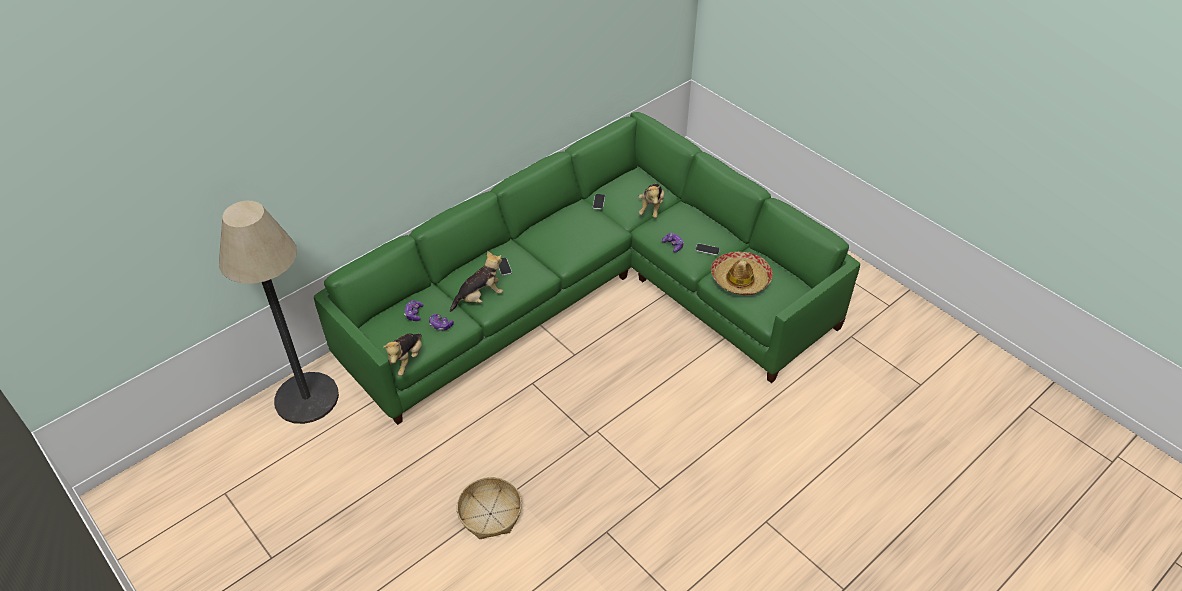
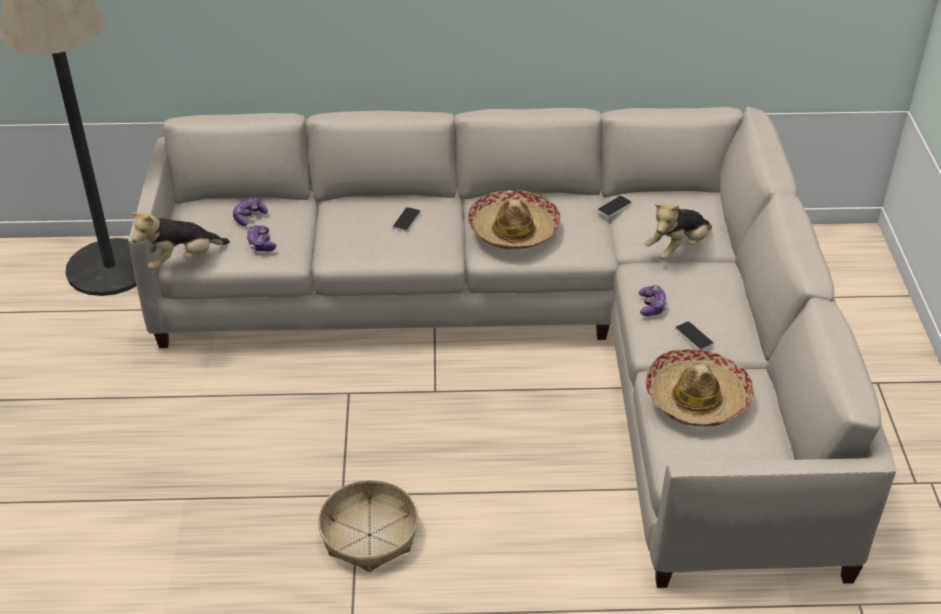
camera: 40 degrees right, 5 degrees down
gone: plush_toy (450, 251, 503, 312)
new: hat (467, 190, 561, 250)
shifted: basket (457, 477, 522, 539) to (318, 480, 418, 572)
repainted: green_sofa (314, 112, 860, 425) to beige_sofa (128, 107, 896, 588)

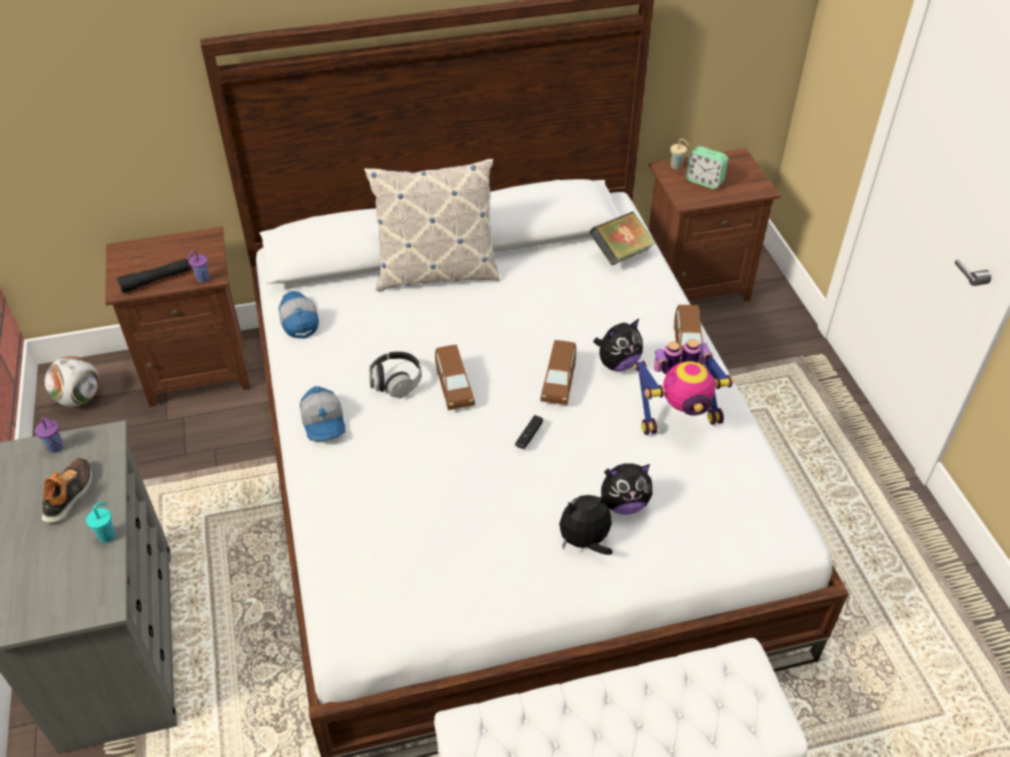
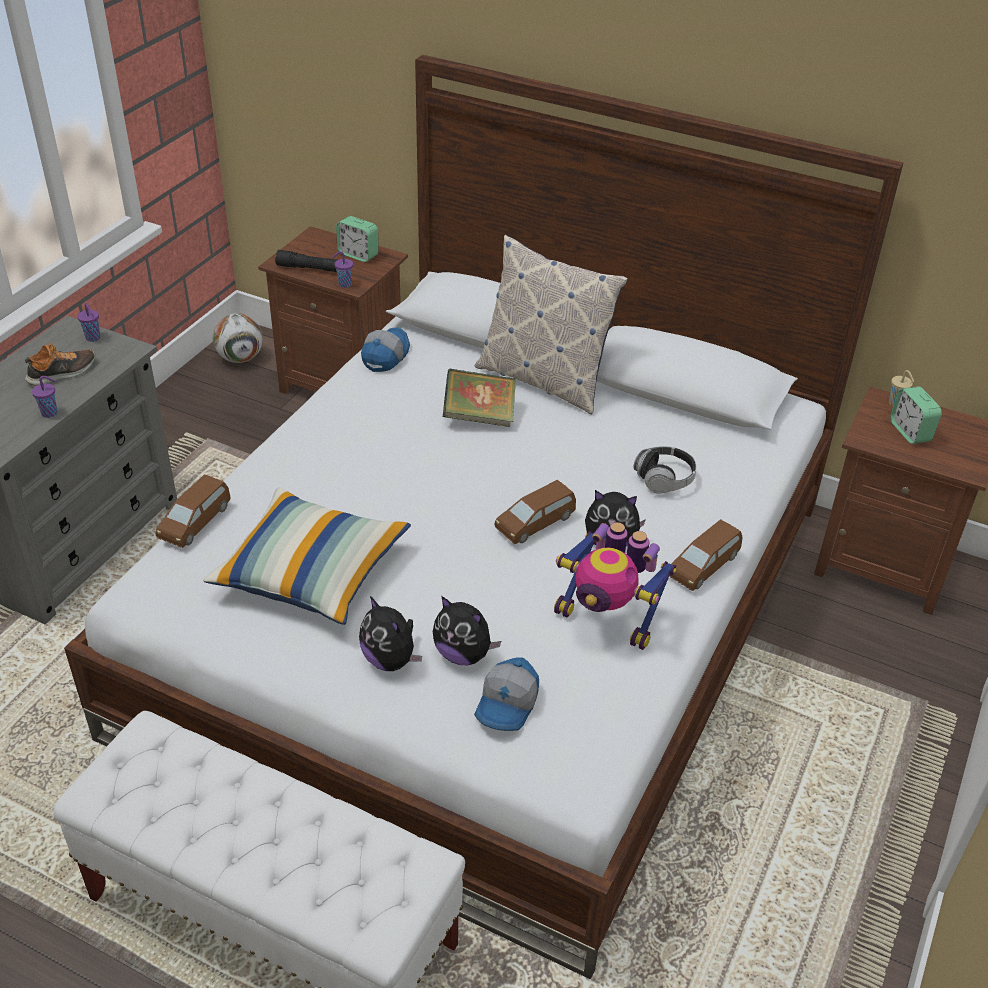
camera: 40 degrees right, 5 degrees down
gone: black_game_controller (515, 415, 543, 449)
new: pillow (203, 487, 411, 625); alarm_clock (336, 216, 379, 262)
shifted: cap (300, 386, 346, 441) to (474, 657, 539, 731); headphones (369, 351, 422, 398) to (633, 446, 696, 494); brown_toy_car (435, 344, 475, 410) to (156, 474, 231, 548); book (589, 211, 655, 265) to (443, 369, 516, 427)
repainted: turquoise_cup (86, 502, 116, 543) to purple_cup (32, 376, 57, 418)
rotated: plush_toy (559, 492, 613, 555) = (359, 596, 422, 671) 150 degrees counterclockwise

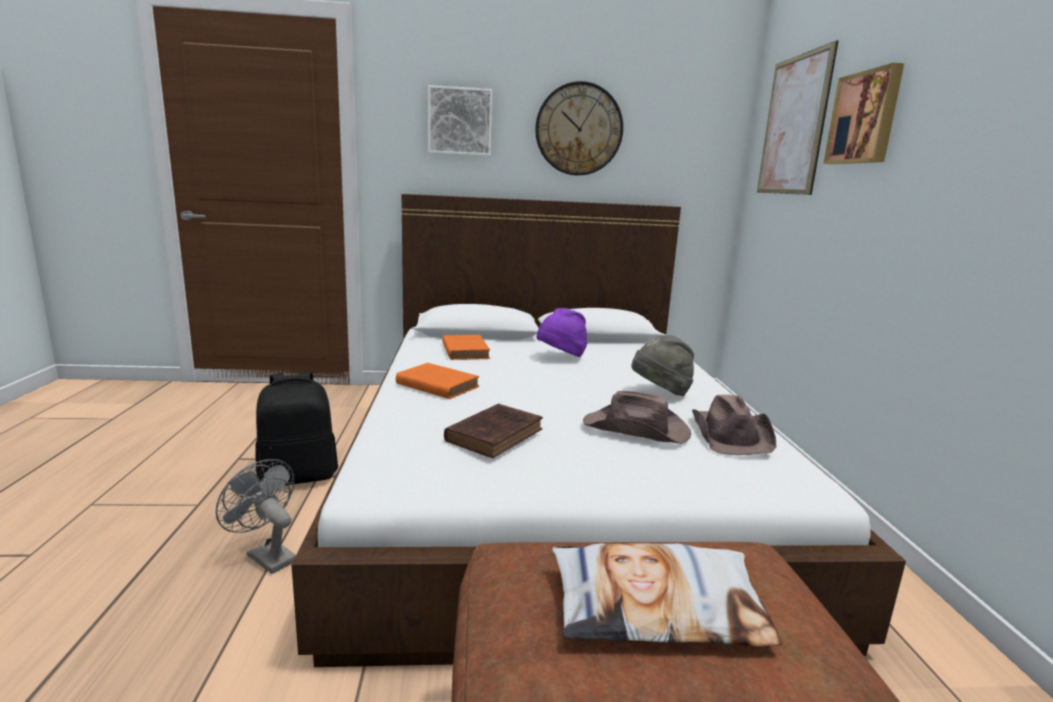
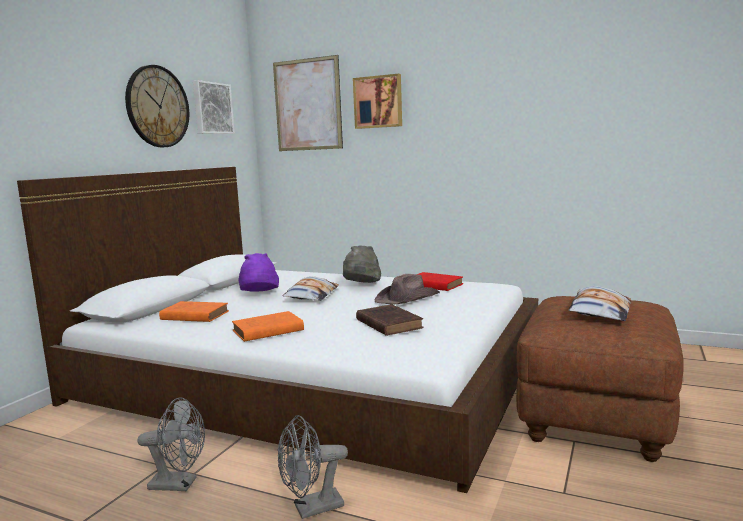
camera: 60 degrees left, 5 degrees down
new: pillow (282, 277, 339, 301)
shifted: picture (428, 85, 493, 156) to (193, 80, 235, 134)
swapped: black_backpack (255, 372, 338, 485) to grey_fan (137, 397, 205, 491); brown_hat (692, 395, 776, 455) to red_book (418, 272, 463, 291)

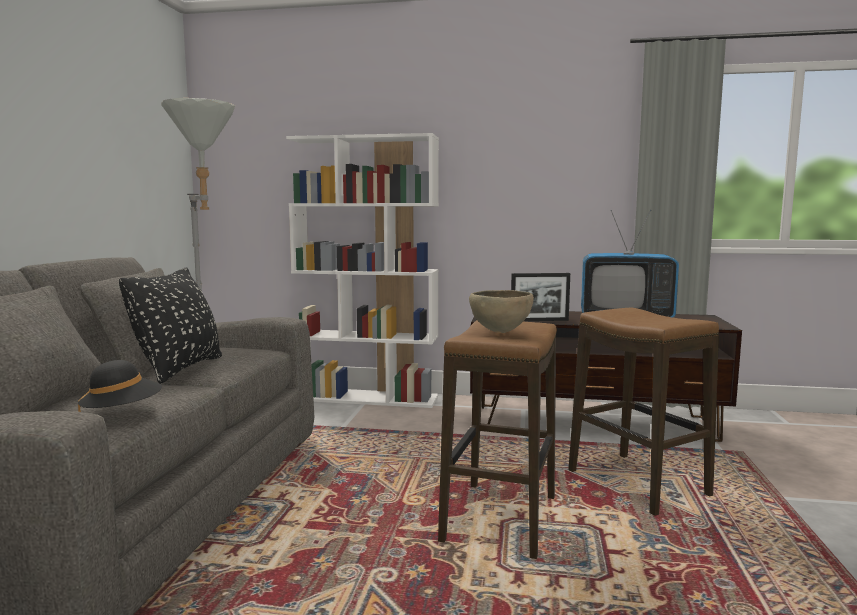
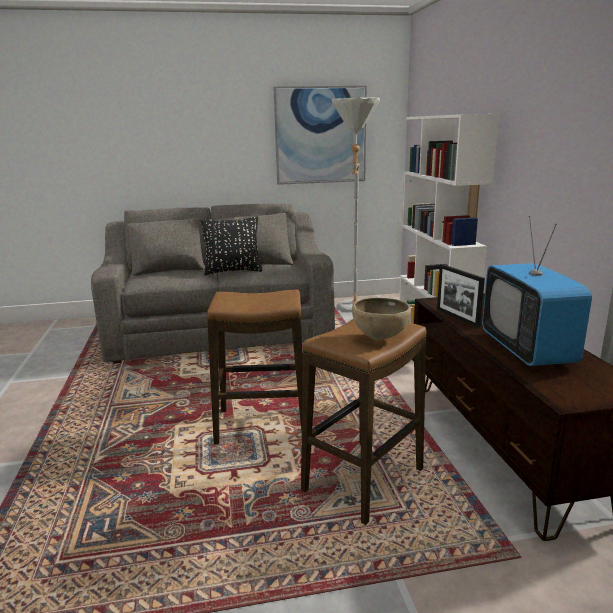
camera: 70 degrees right, 10 degrees up
gone: black_hat (78, 360, 162, 412)
new: picture (273, 86, 367, 185)
shifted: brown_bowl (469, 290, 534, 333) to (352, 298, 411, 340)

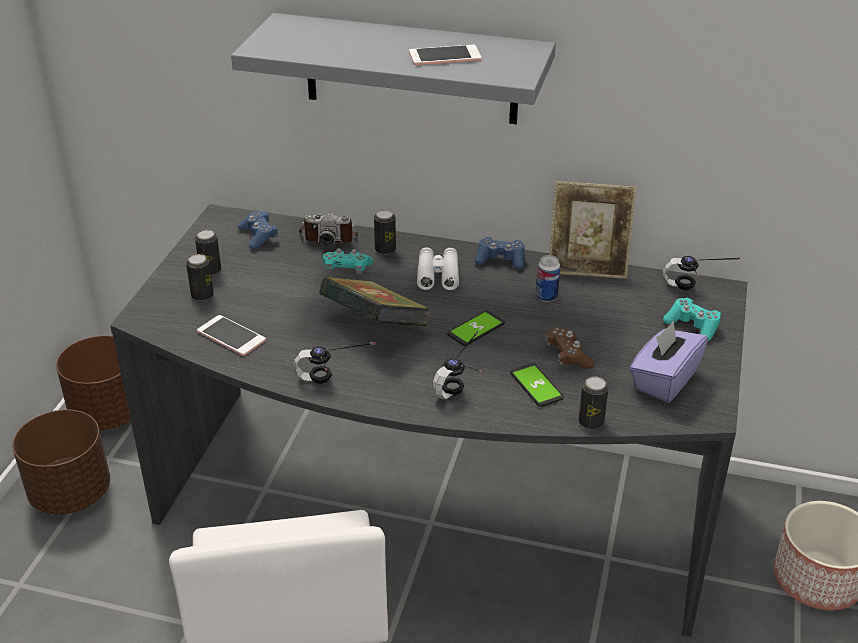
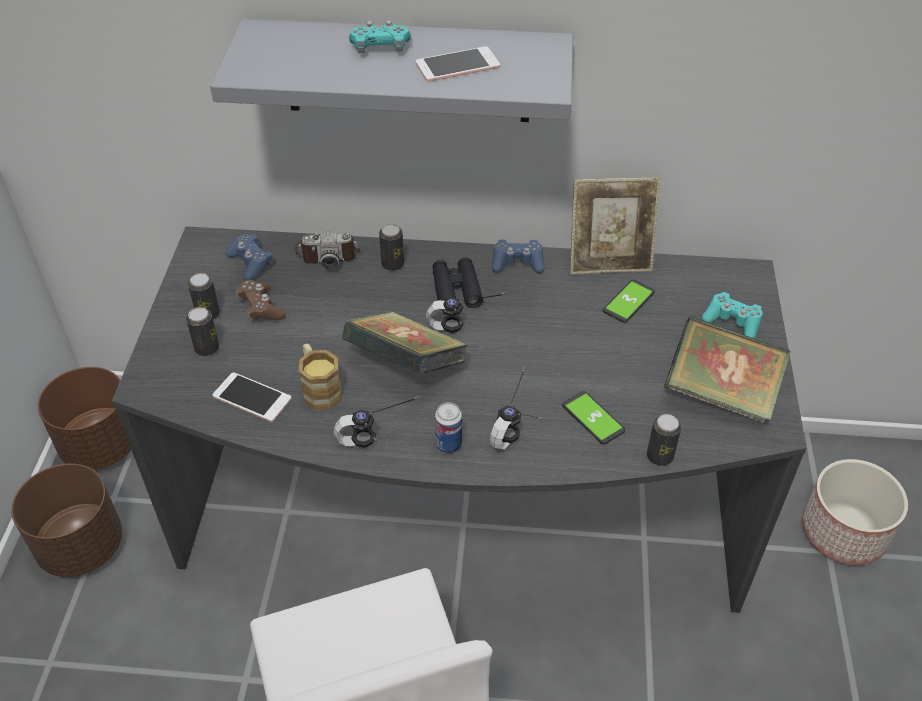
camera: 10 degrees left, 10 degrees up
new: mug (299, 343, 342, 410)
shifted: turquoise_game_controller (323, 248, 373, 274) to (349, 20, 411, 53); phone (447, 311, 505, 346) to (603, 280, 655, 323); can (536, 255, 560, 302) to (435, 402, 462, 454); brown_game_controller (545, 327, 595, 369) to (235, 280, 286, 321); headphones (663, 256, 740, 290) to (426, 293, 507, 333)
swapped: purple_tissue_box (630, 321, 708, 403) to book (664, 316, 791, 423)
repainted: white_binoculars (417, 247, 459, 290) to black_binoculars (432, 258, 483, 308)

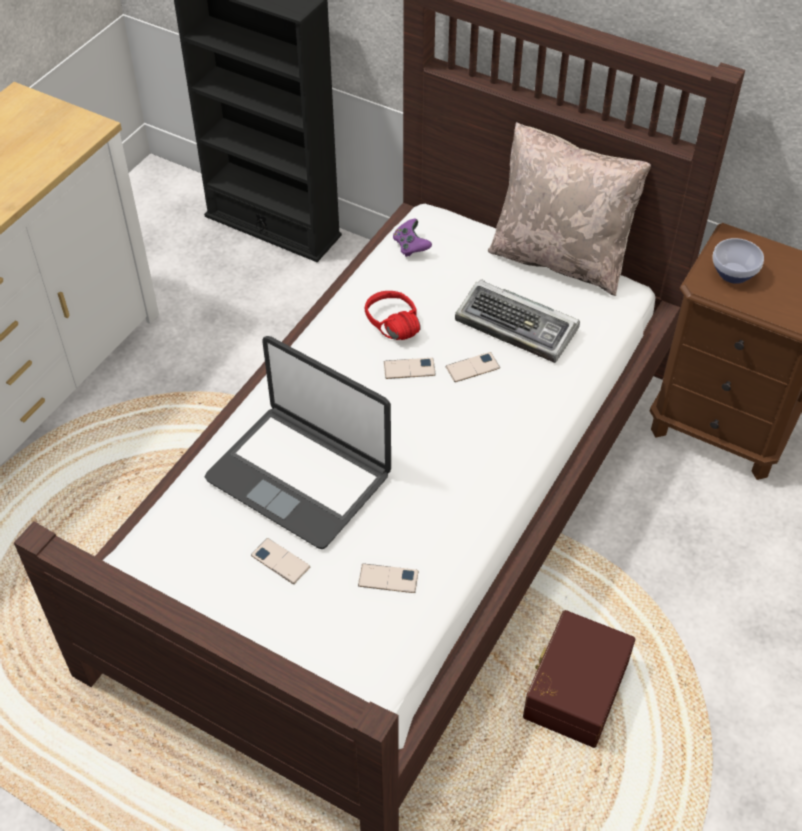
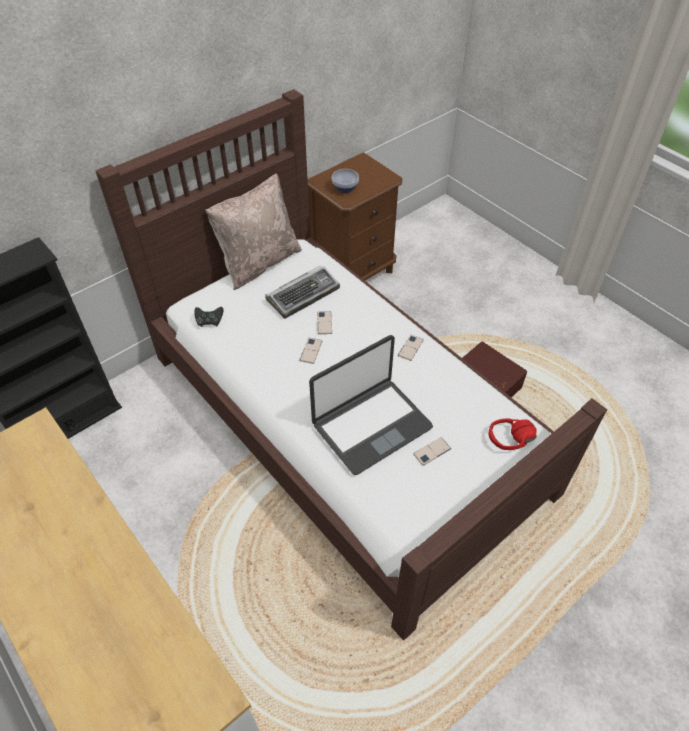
camera: 70 degrees left, 0 degrees up
shifted: phone (358, 564, 419, 593) to (398, 335, 424, 361); red_headphones (365, 291, 421, 340) to (488, 419, 537, 450)
repainted: purple_game_controller (393, 219, 432, 257) to black_game_controller (194, 307, 224, 327)

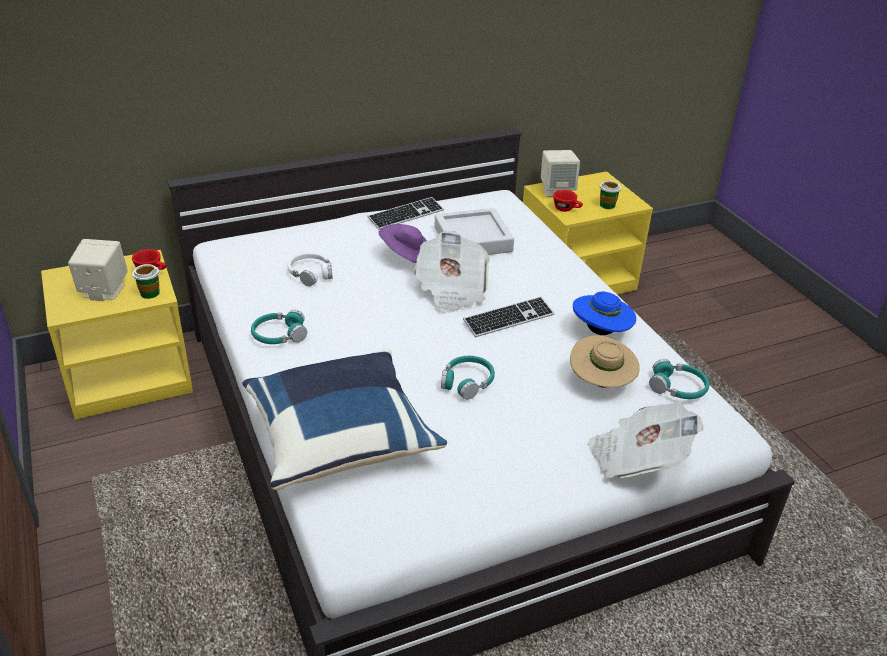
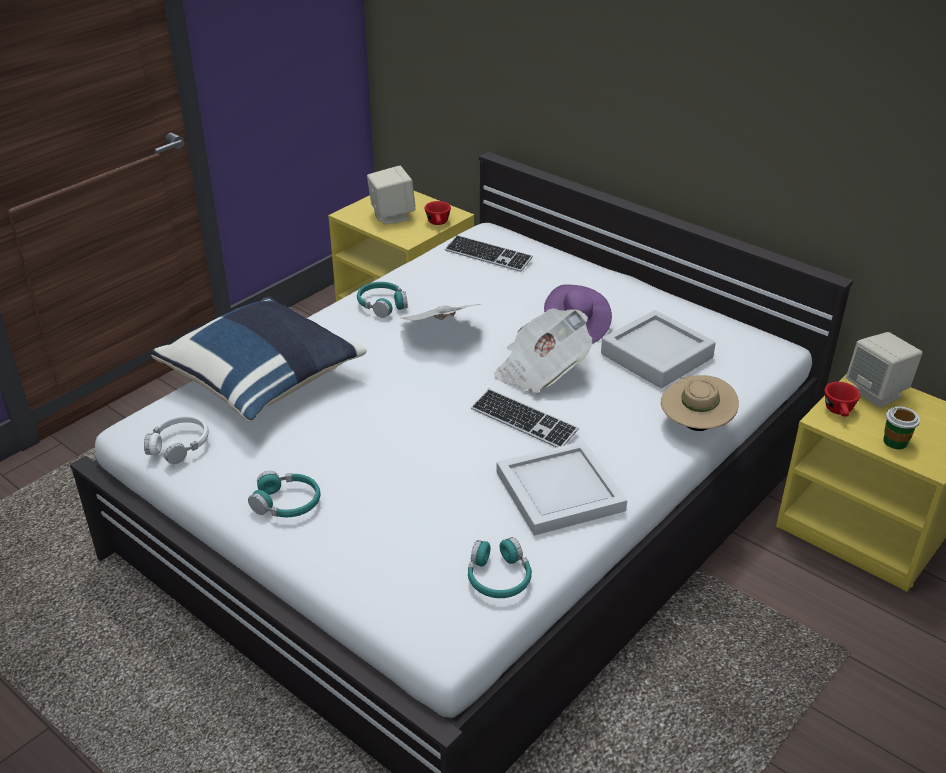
camera: 65 degrees right, 0 degrees up
gone: cup (132, 264, 160, 299)
shifted: white_headphones (288, 253, 332, 286) to (144, 415, 209, 464); keyboard (367, 197, 444, 230) to (445, 235, 533, 272); turquoise_headphones (441, 356, 495, 400) to (248, 471, 320, 517); beige_hat (570, 335, 640, 388) to (661, 375, 739, 431); newspaper (588, 402, 703, 479) to (401, 304, 482, 320)
swapped: blue_hat (573, 292, 636, 335) to white_tray (496, 441, 627, 536)

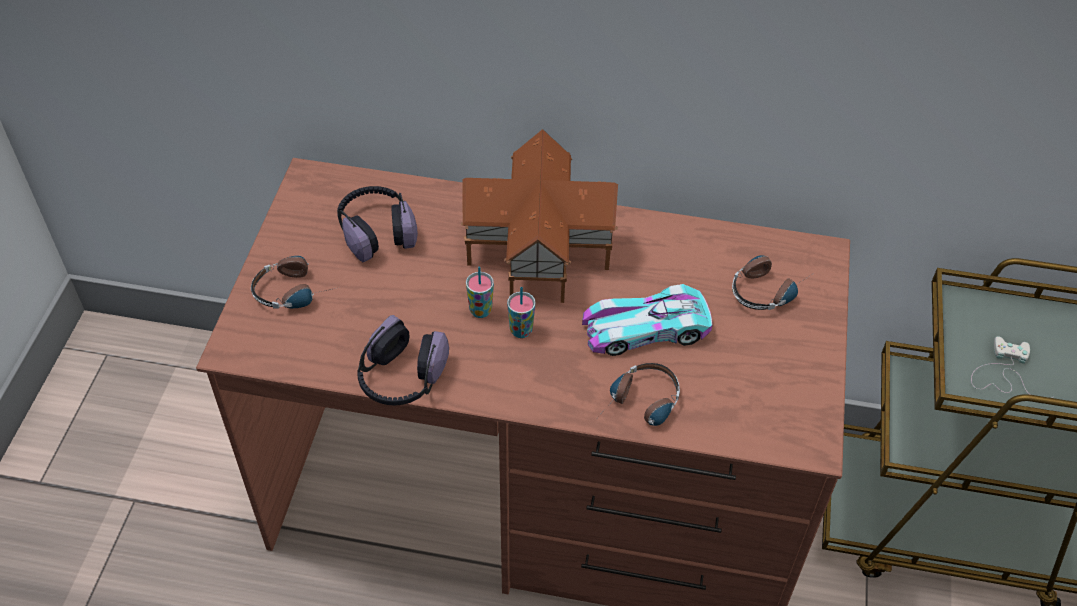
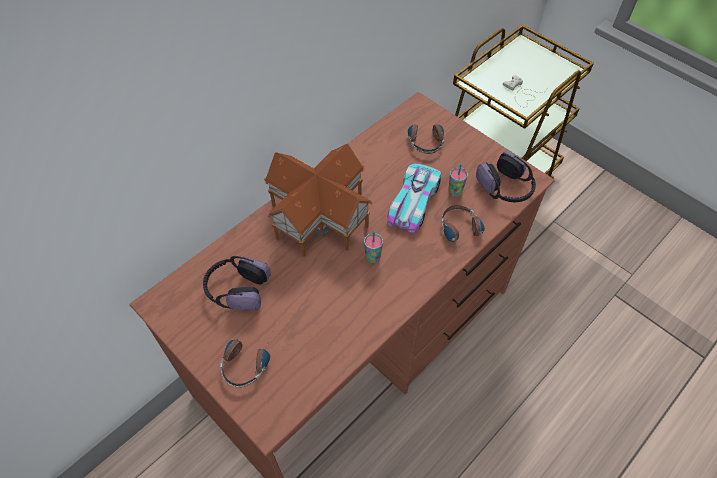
camera: 55 degrees left, 5 degrees up
shifted: headphones (357, 315, 449, 405) to (476, 150, 536, 202); cup (466, 266, 494, 318) to (448, 164, 468, 196)

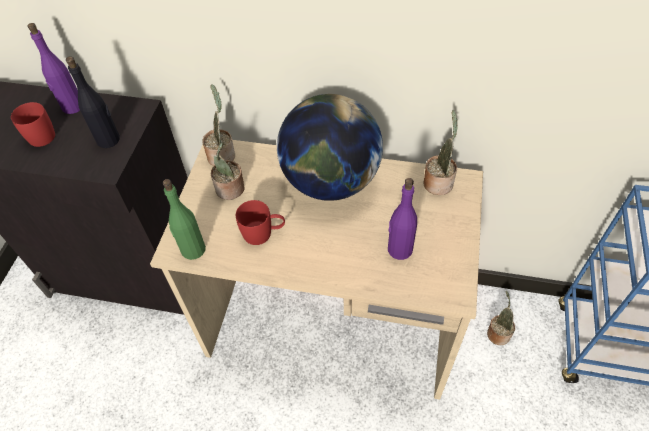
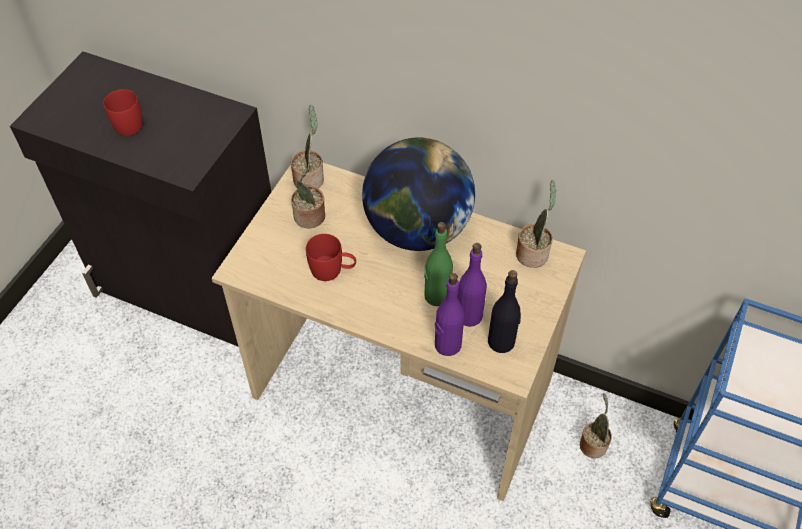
camera: 10 degrees right, 0 degrees up
shifted: purple_bottle (27, 23, 80, 114) to (435, 273, 464, 356); black_bottle (66, 56, 120, 148) to (488, 270, 521, 353); green_bottle (163, 179, 206, 260) to (424, 222, 453, 306)

